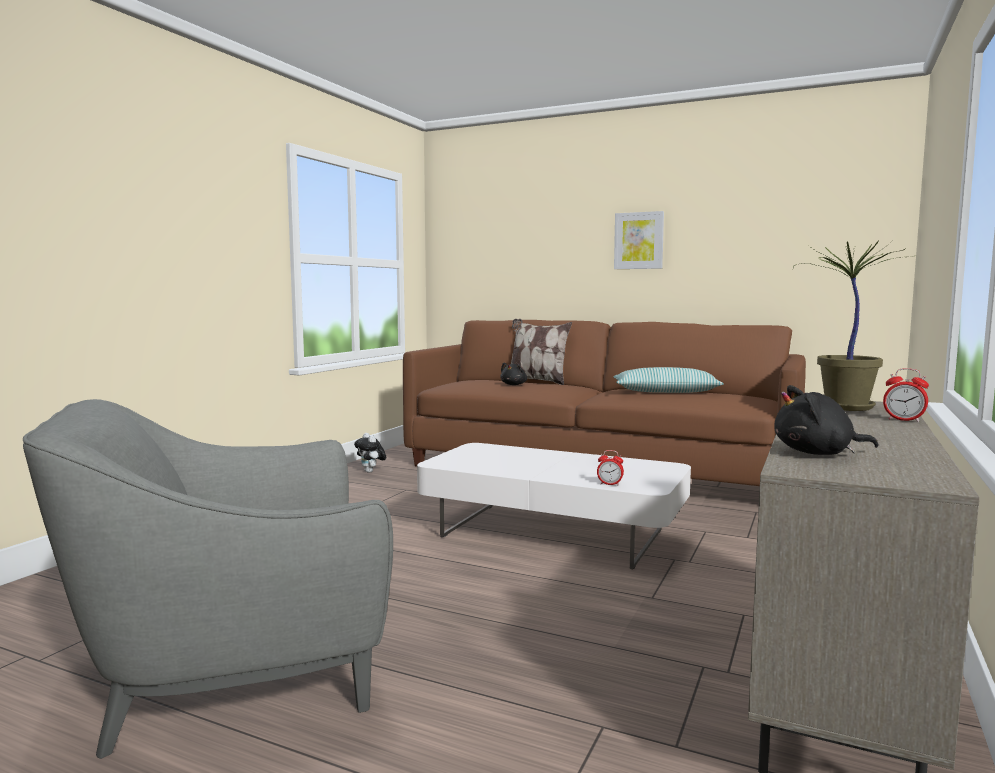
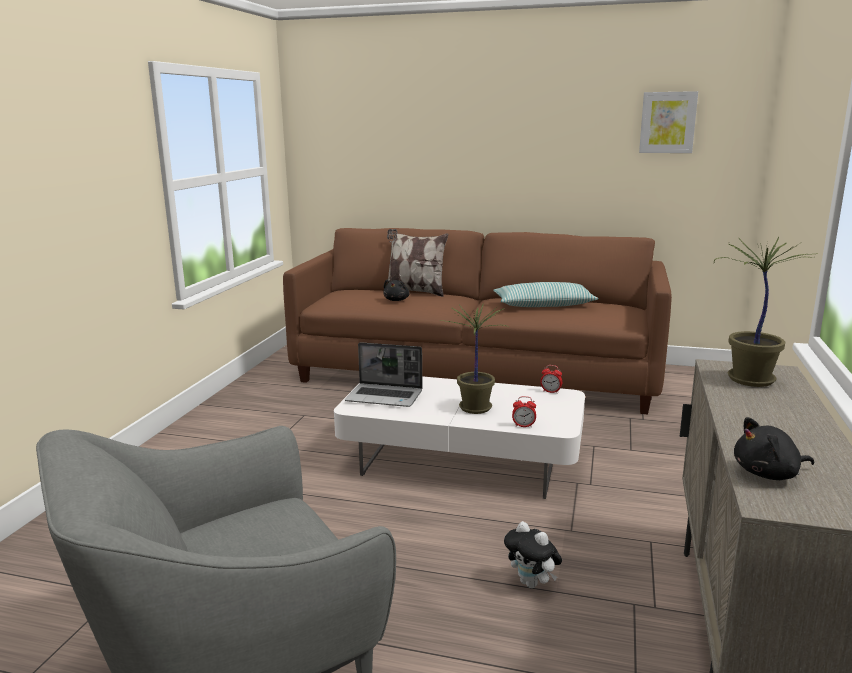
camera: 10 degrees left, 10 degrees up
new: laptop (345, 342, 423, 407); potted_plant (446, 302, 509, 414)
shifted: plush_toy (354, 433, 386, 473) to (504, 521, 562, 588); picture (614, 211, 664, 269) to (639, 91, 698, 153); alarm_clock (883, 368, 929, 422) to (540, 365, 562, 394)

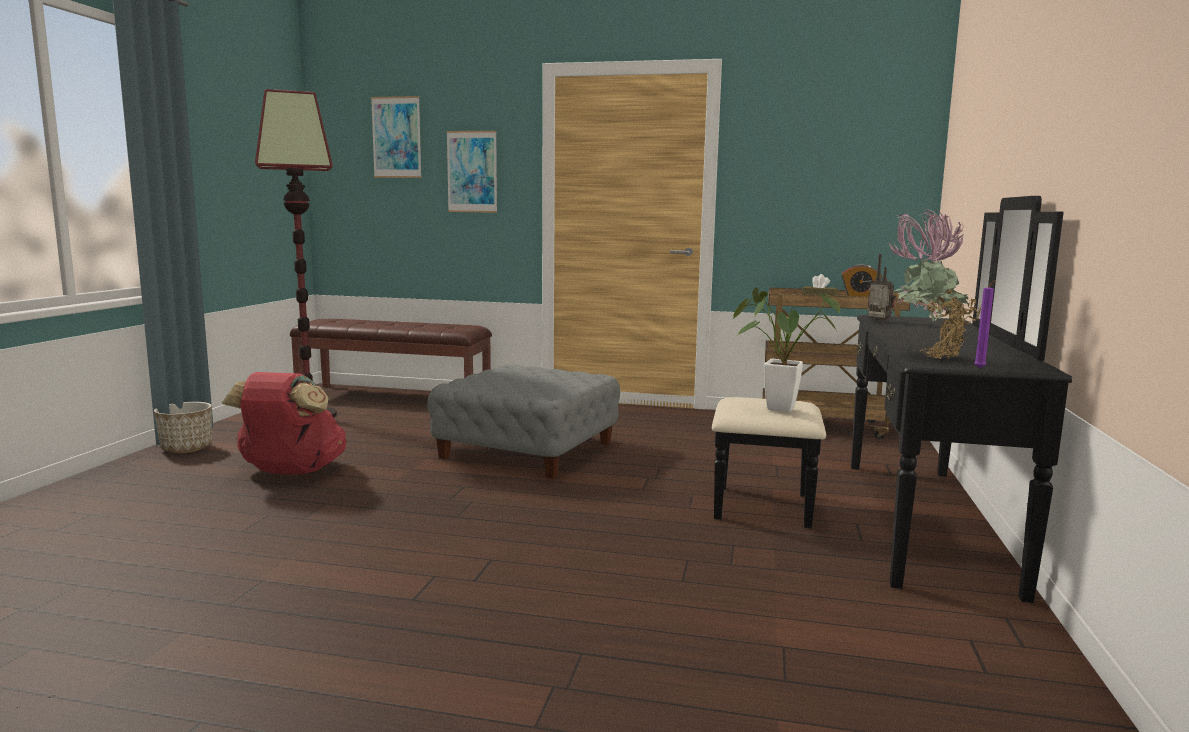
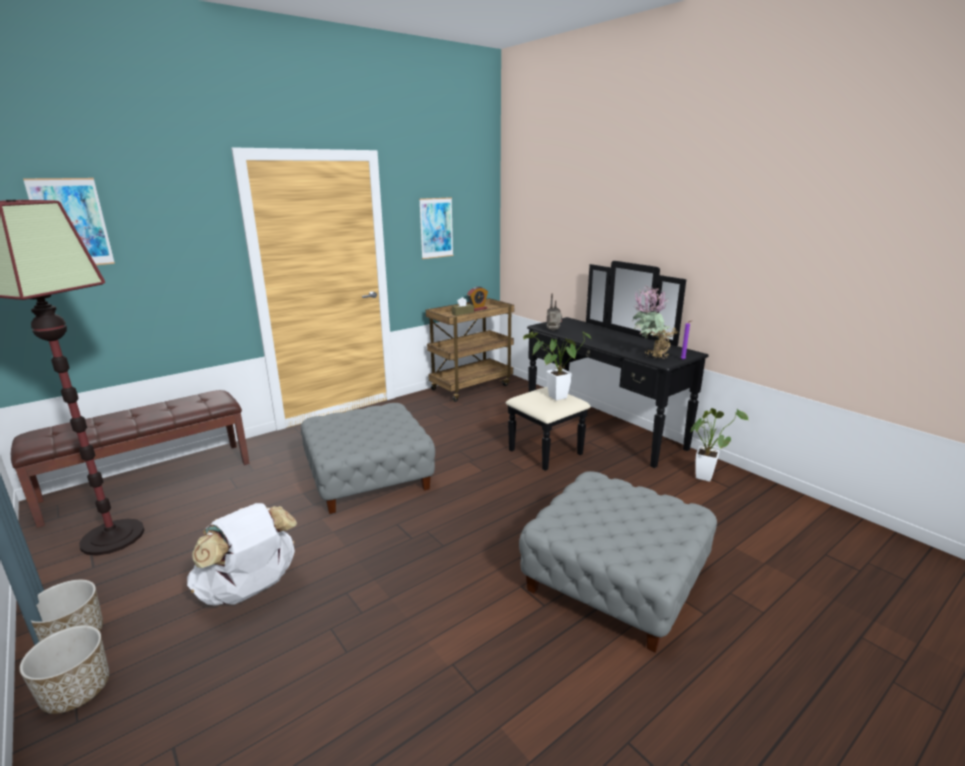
camera: 50 degrees left, 10 degrees up
new: planter (19, 625, 109, 714); grey_ottoman (519, 471, 717, 653); potted_plant (689, 408, 749, 482)
shifted: picture (446, 131, 497, 213) to (419, 197, 454, 259)
repainted: red_backpack (222, 372, 347, 474) to white_backpack (187, 503, 297, 606)

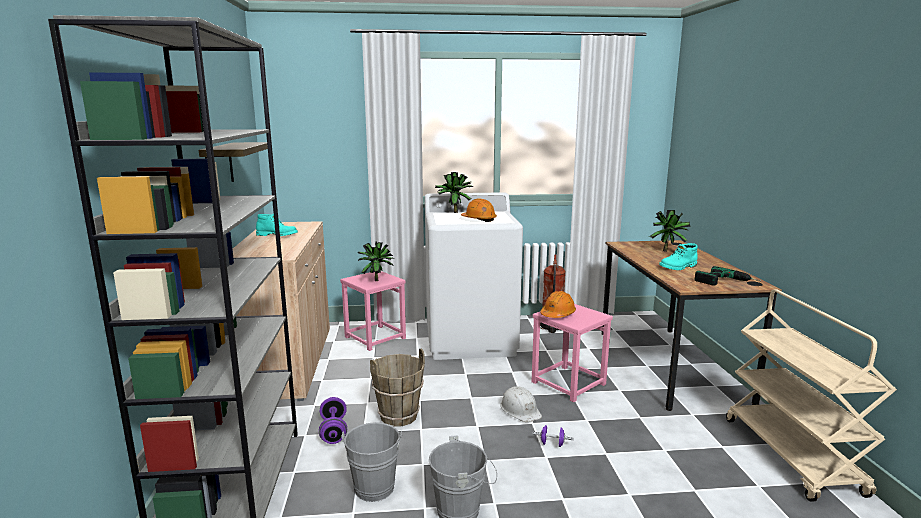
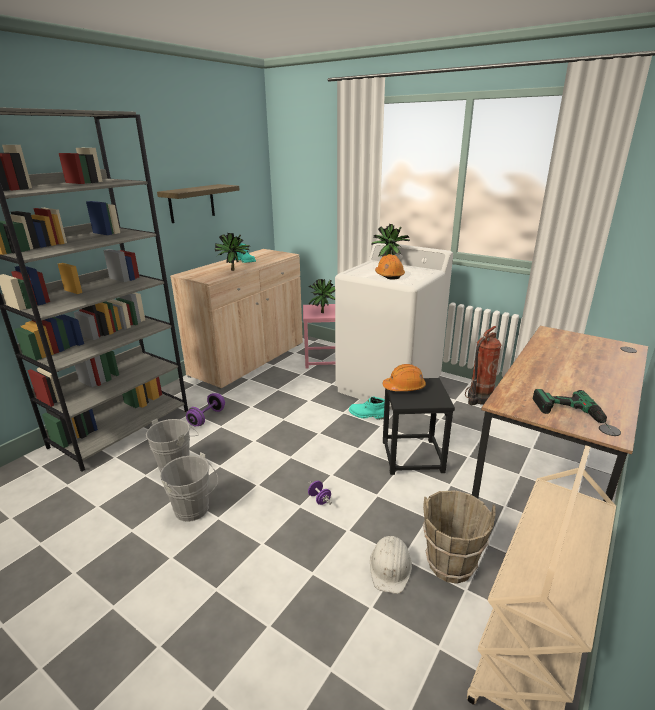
camera: 40 degrees right, 10 degrees up
shifted: brown_bucket (370, 348, 425, 427) to (423, 490, 496, 584); white_hard_hat (500, 386, 542, 422) to (370, 536, 412, 594); potted_plant (649, 210, 691, 252) to (214, 233, 250, 271); turquoise_boot (659, 243, 697, 270) to (349, 396, 385, 419)
repainted: pink_stool (532, 304, 613, 402) to black_stool (383, 378, 455, 475)

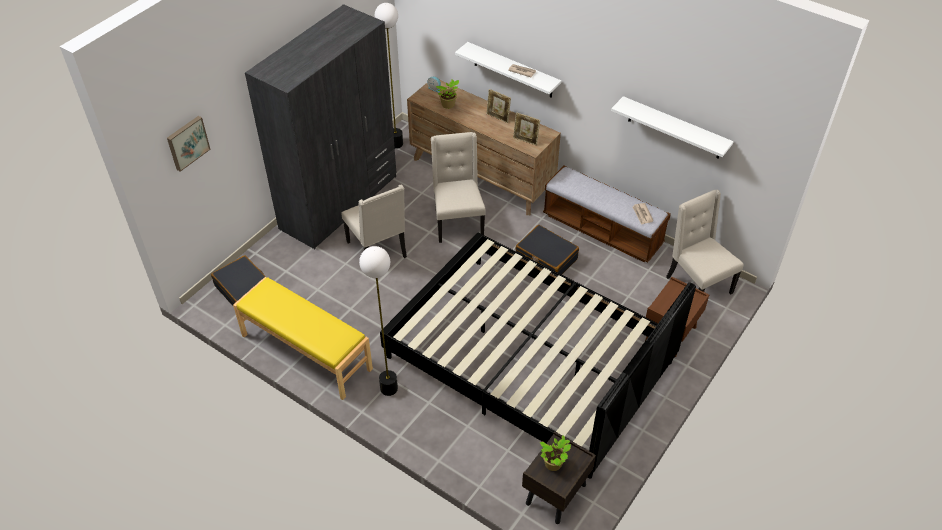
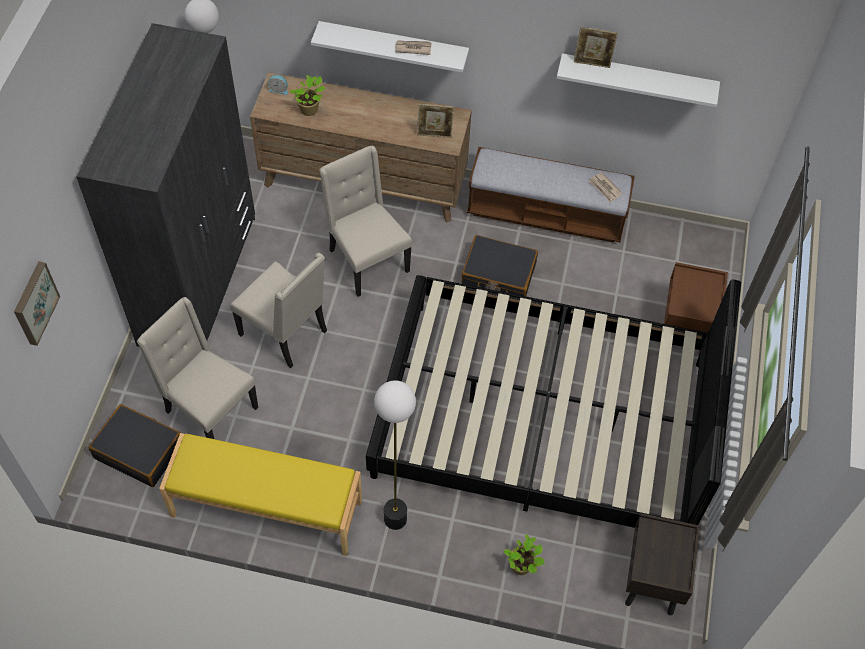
camera: 25 degrees left, 10 degrees up
shifted: picture_frame (487, 89, 511, 123) to (574, 27, 618, 68); potted_plant (540, 435, 571, 471) to (503, 534, 545, 575); beige_chair (666, 189, 743, 294) to (137, 297, 258, 439)

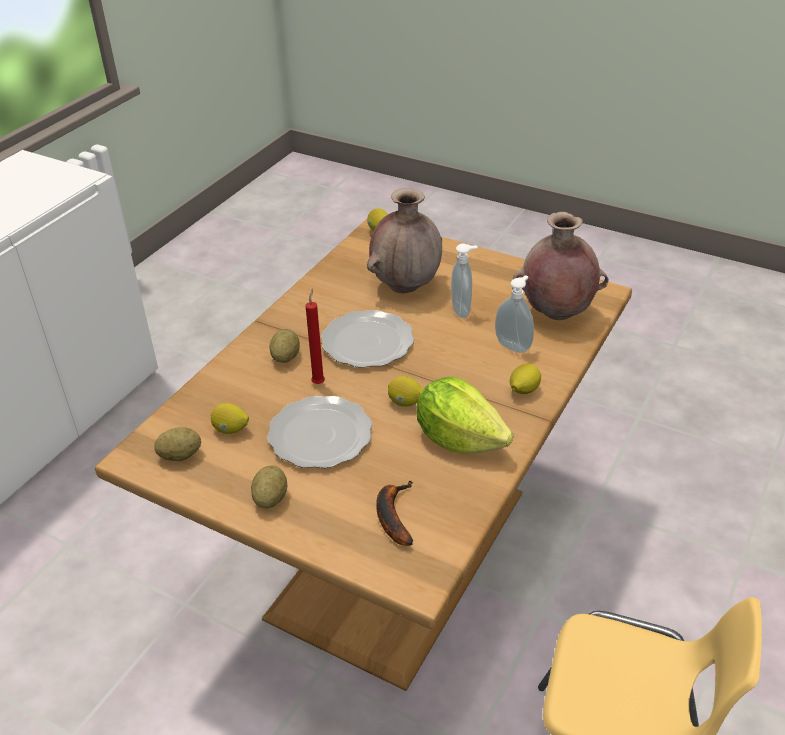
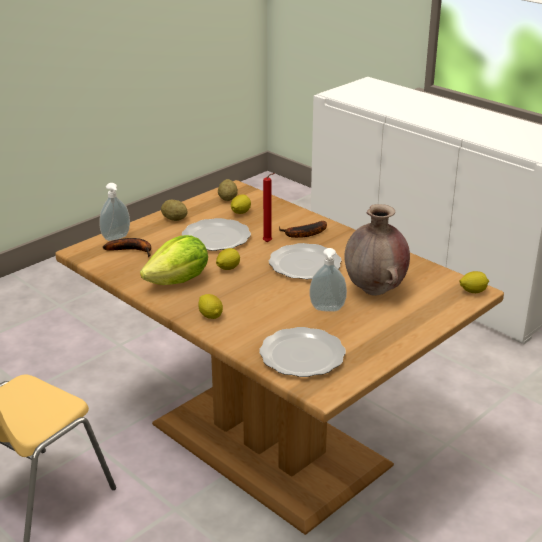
camera: 105 degrees right, 10 degrees down
shifted: soap_dispenser (495, 275, 534, 353) to (99, 183, 130, 241)
swapped: potato (269, 329, 300, 363) to banana (279, 221, 327, 238); brown_vase (513, 212, 609, 320) to plate (259, 327, 346, 377)

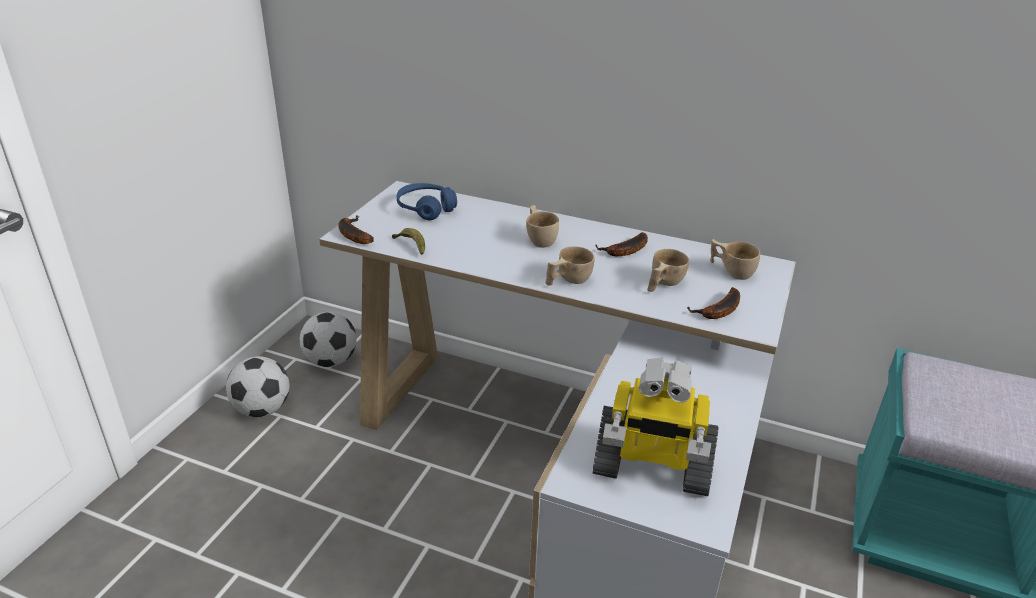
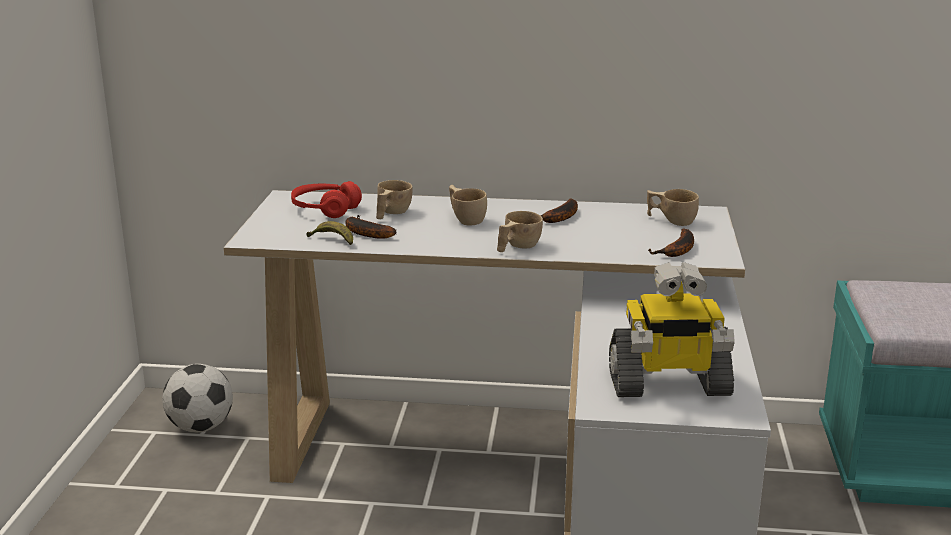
camera: 15 degrees left, 10 degrees down
gone: football (226, 356, 290, 417)
shifted: banana (339, 215, 374, 244) to (345, 215, 396, 239); beige_cup (647, 249, 690, 292) to (376, 180, 413, 219)
repainted: blue_headphones (397, 183, 457, 220) to red_headphones (291, 181, 362, 218)

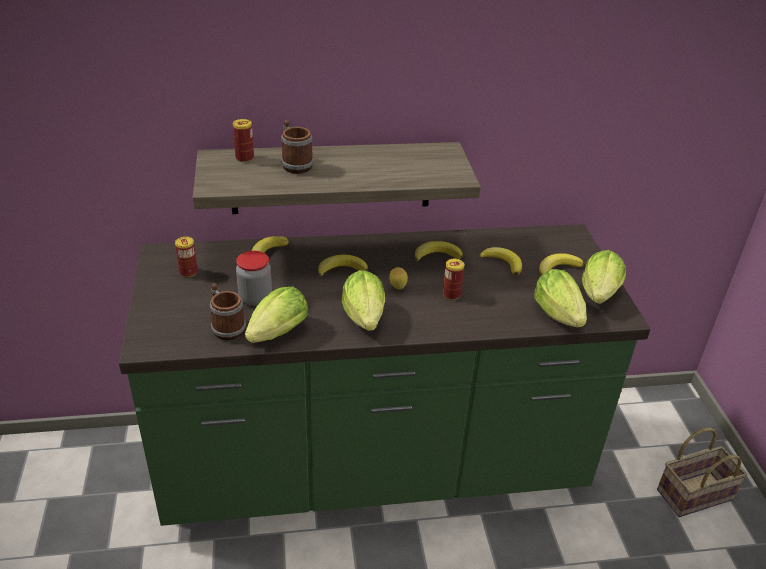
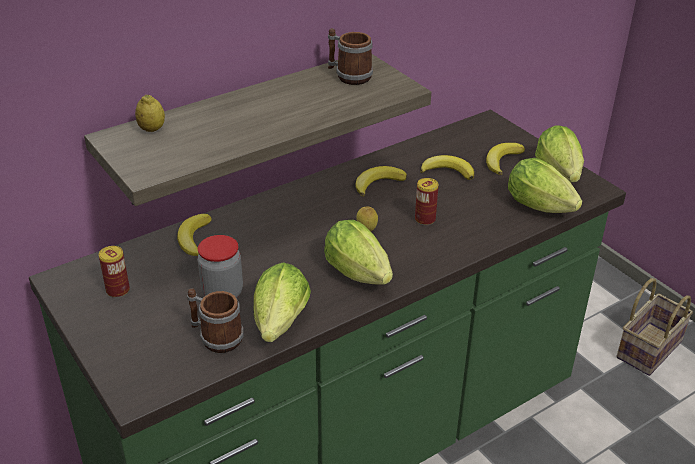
camera: 25 degrees left, 0 degrees up
gone: banana (318, 255, 368, 277)
shifted: mug (281, 120, 314, 174) to (328, 28, 373, 85)
swapped: can (233, 119, 254, 162) to lemon (135, 94, 165, 132)

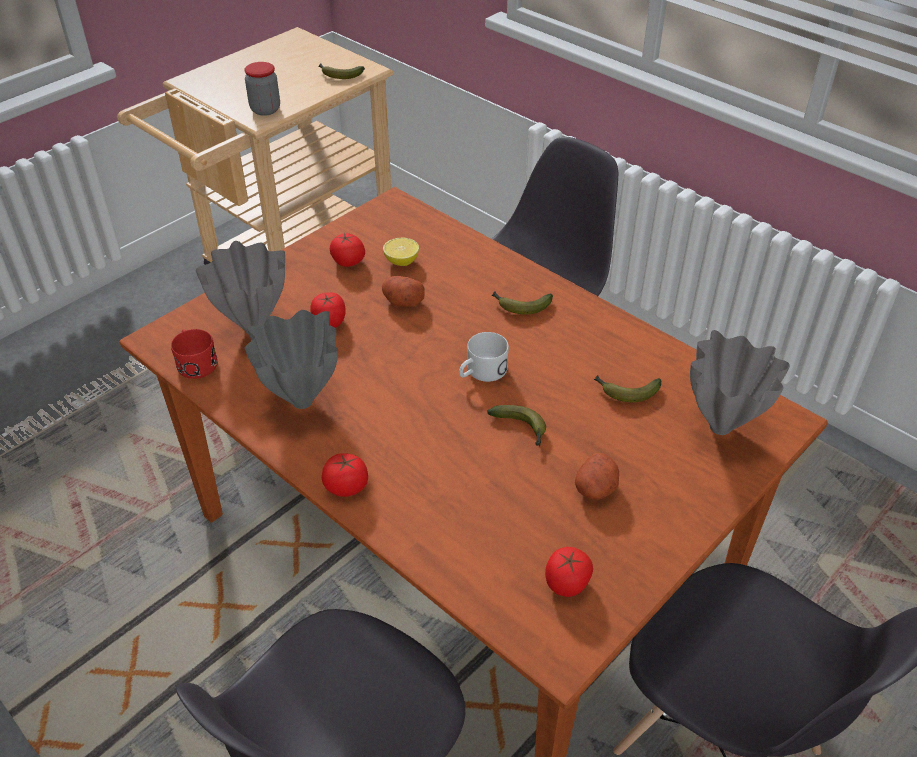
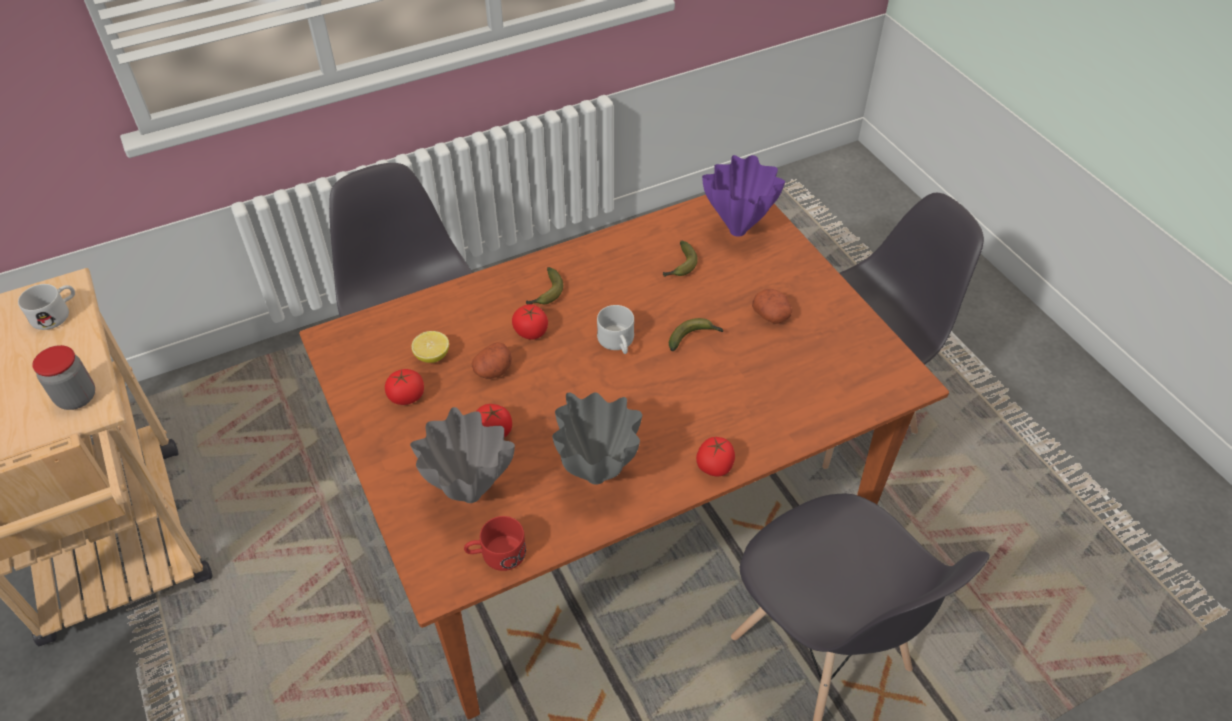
camera: 70 degrees left, 5 degrees up
shifted: tomato (545, 547, 593, 597) to (512, 304, 548, 340)
swapped: banana (319, 63, 365, 79) to white_mug (18, 284, 75, 330)
repainted: grey_vase (690, 330, 790, 435) to purple_vase (702, 155, 785, 237)

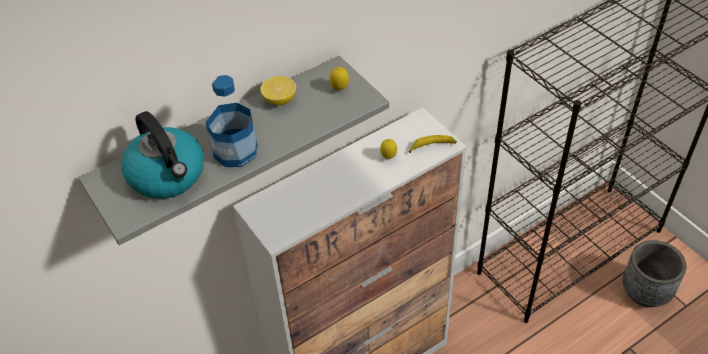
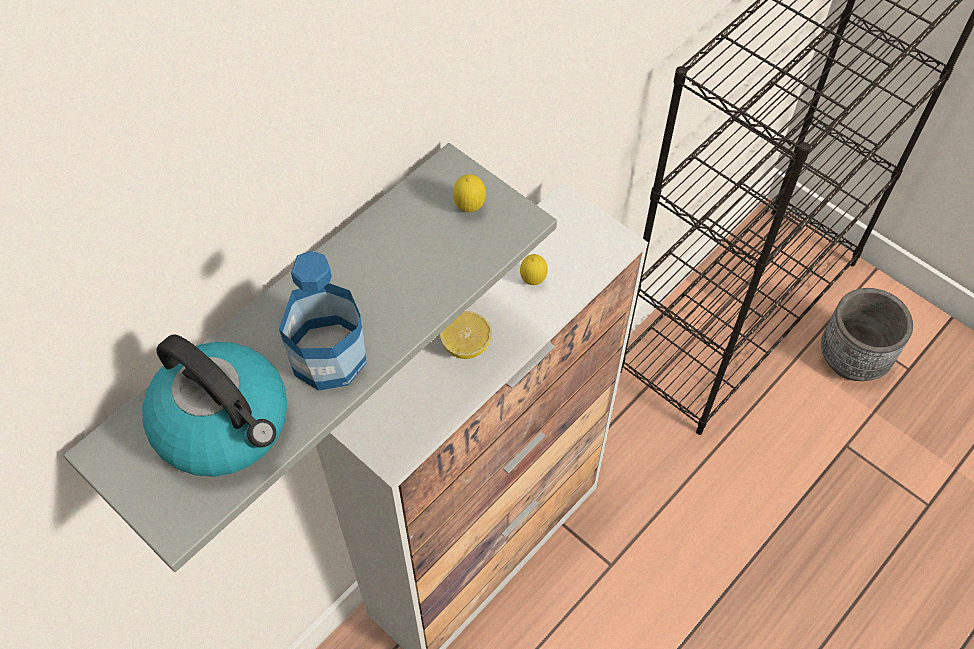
camera: 15 degrees left, 10 degrees up
gone: banana (409, 135, 457, 153)
shifted: lemon (260, 76, 296, 105) to (440, 311, 492, 359)

